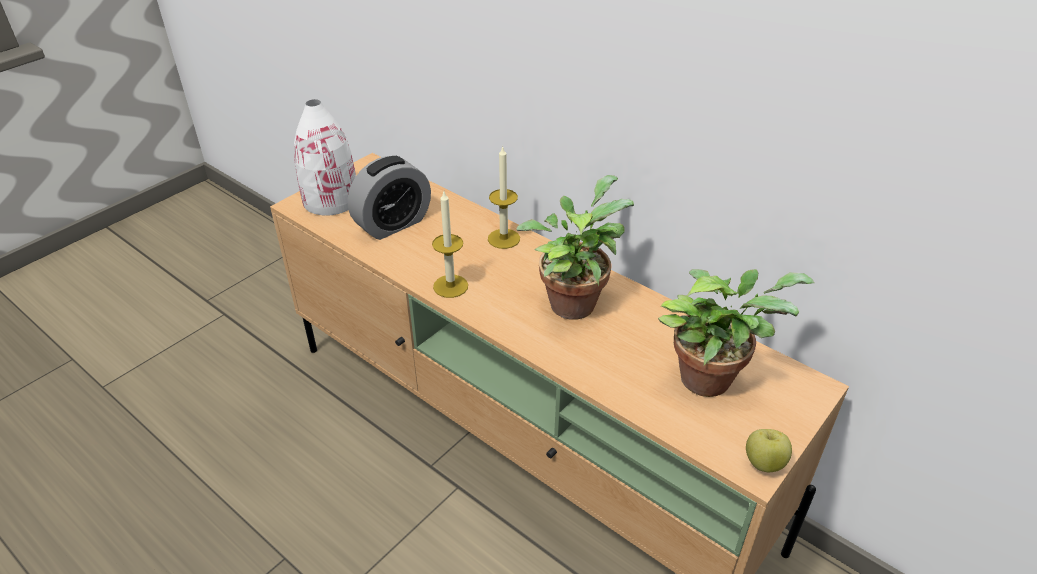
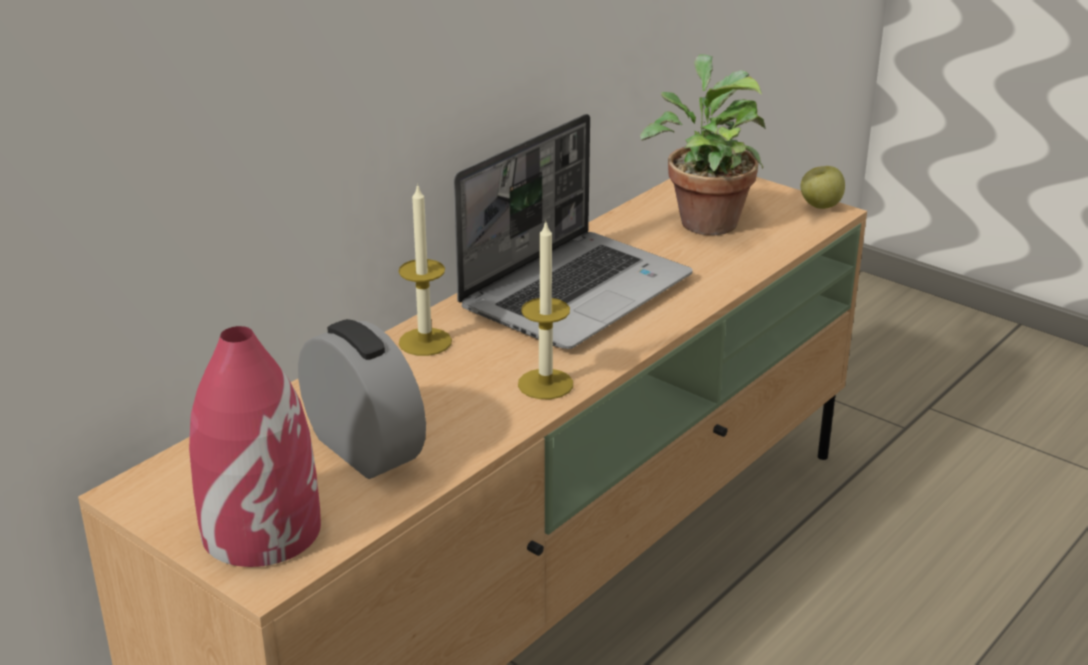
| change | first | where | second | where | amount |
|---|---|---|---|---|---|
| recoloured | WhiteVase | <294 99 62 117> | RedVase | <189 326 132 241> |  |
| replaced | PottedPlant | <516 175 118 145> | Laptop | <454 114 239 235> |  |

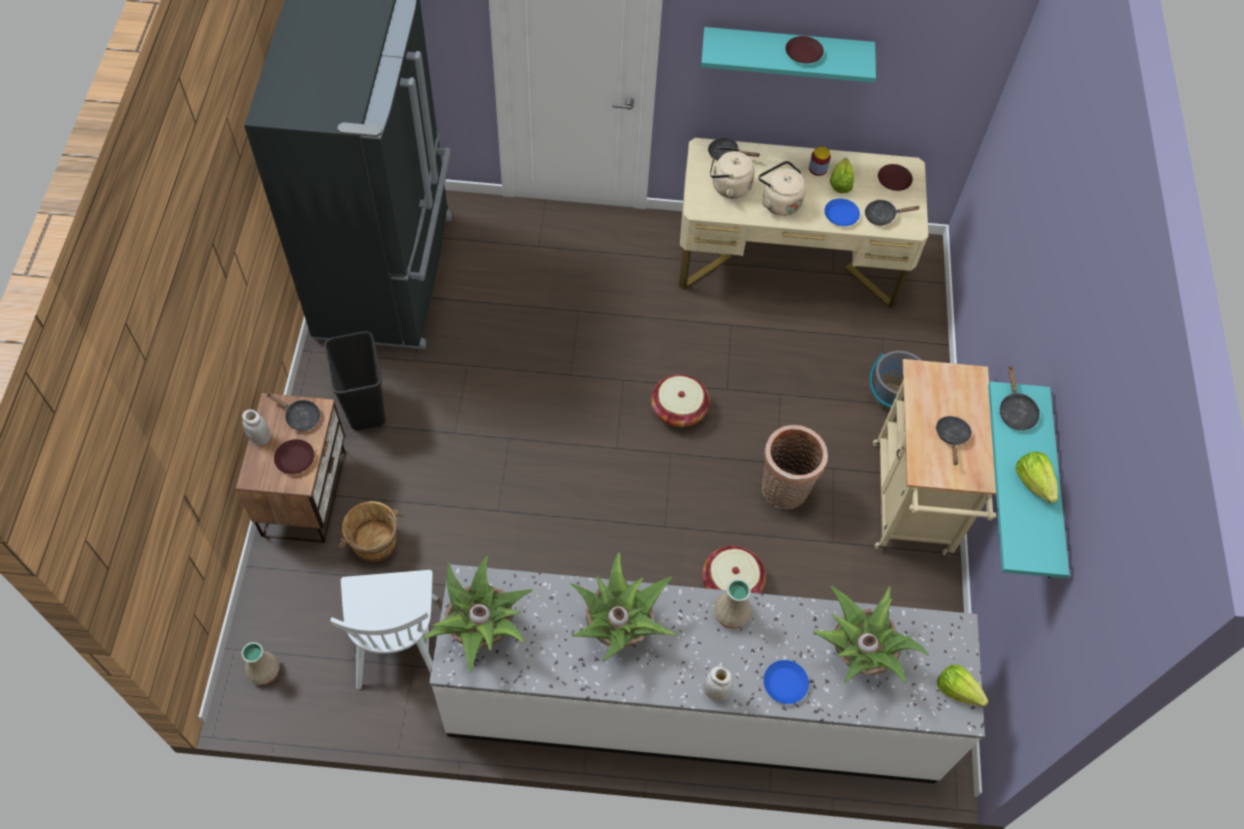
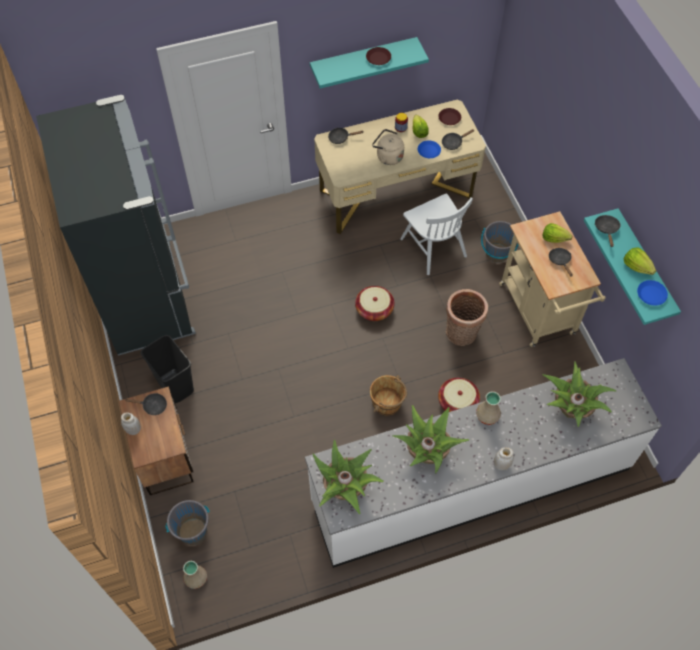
| change | first | where | second | where | amount |
|---|---|---|---|---|---|
| removed | BeigeKettle | <710 147 45 51> |  |  |  |
| turned | BlackFryingPan | <999 365 41 66> |  | <595 215 26 32> | 150 degrees counterclockwise |
| removed | BrownPlate | <274 439 40 35> |  |  |  |
| moved | BrownBucket | <338 501 65 61> |  | <370 375 37 40> |  |
| moved | WhiteChair | <330 570 108 119> |  | <400 194 73 81> |  |
| moved | BluePlate | <764 660 45 44> |  | <637 280 31 25> |  |
| moved | Lettuce | <937 665 51 42> |  | <543 223 30 20> |  |
| added |  |  | GreyBucket | <166 500 44 45> |  |

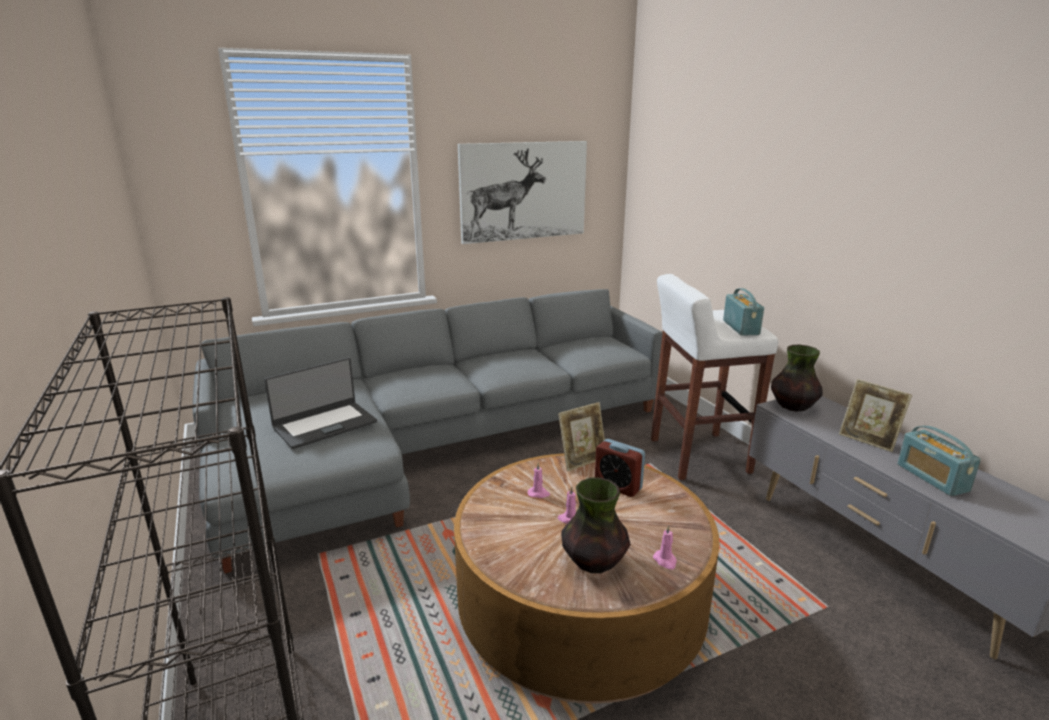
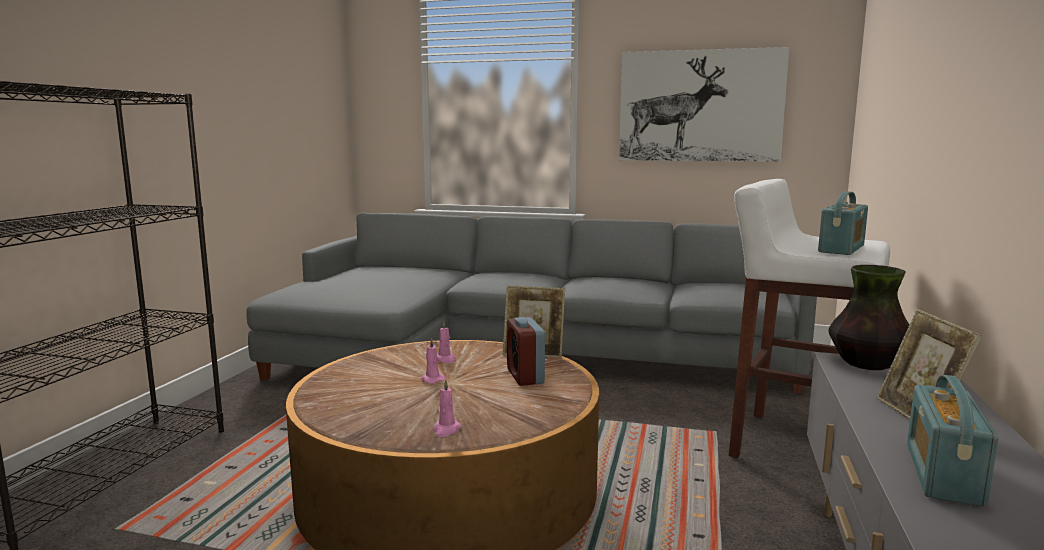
| change | first | where | second | where | amount |
|---|---|---|---|---|---|
| removed | Laptop | <264 358 113 91> |  |  |  |
| removed | Vase | <561 478 69 95> |  |  |  |

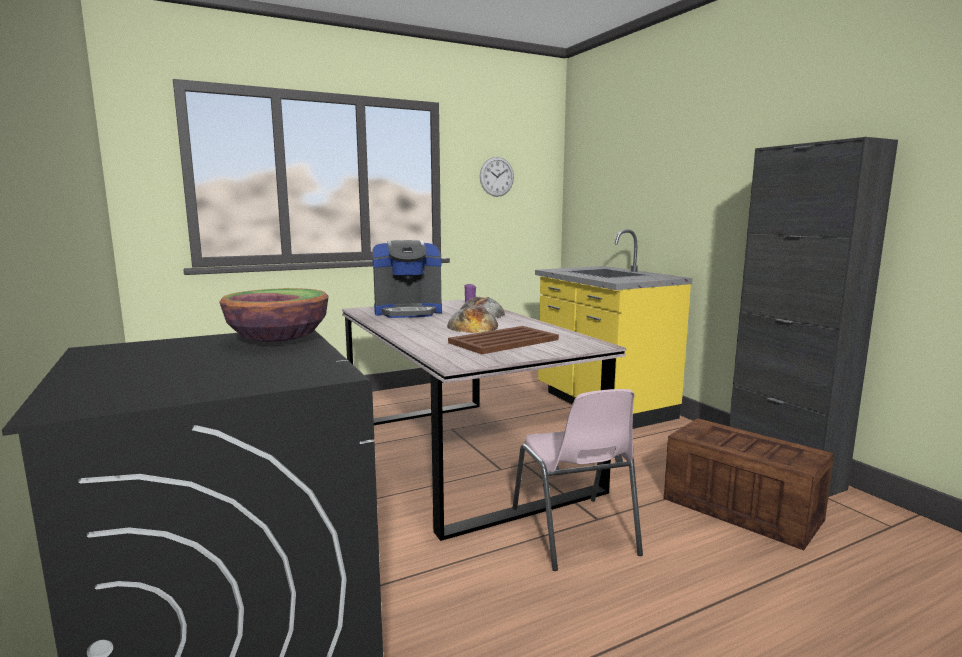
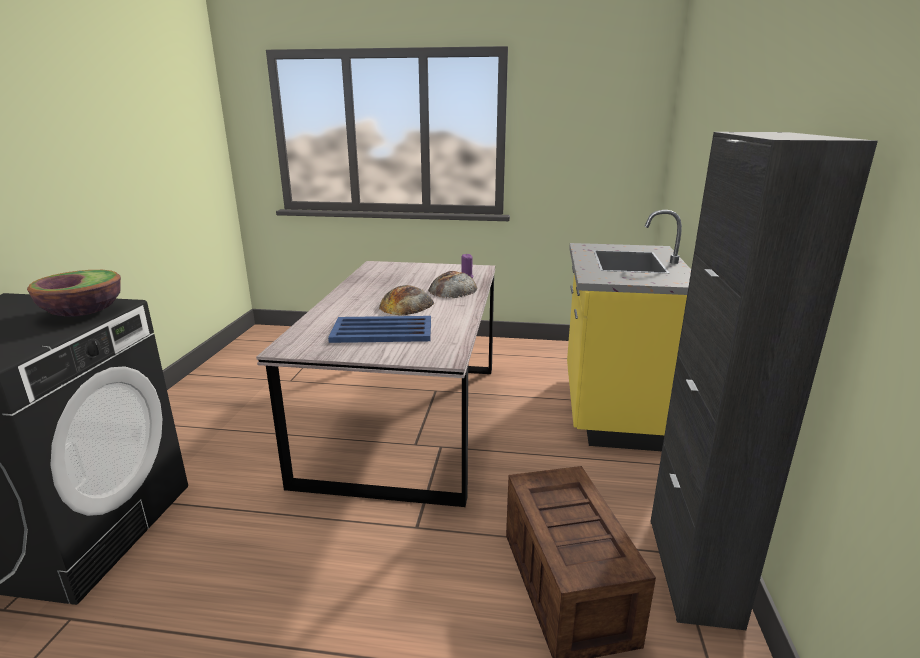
| change | first | where | second | where | amount |
|---|---|---|---|---|---|
| removed | WallClock | <480 157 34 40> |  |  |  |
| removed | CoffeeMachine | <372 240 70 78> |  |  |  |
| recoloured | BrownTray | <448 326 111 28> | BlueTray | <328 316 103 27> |  |
| removed | PinkChair | <512 389 131 182> |  |  |  |

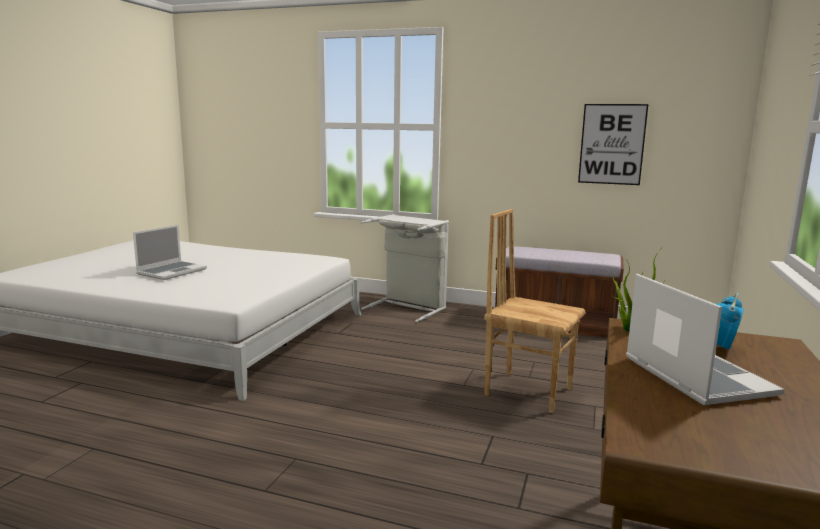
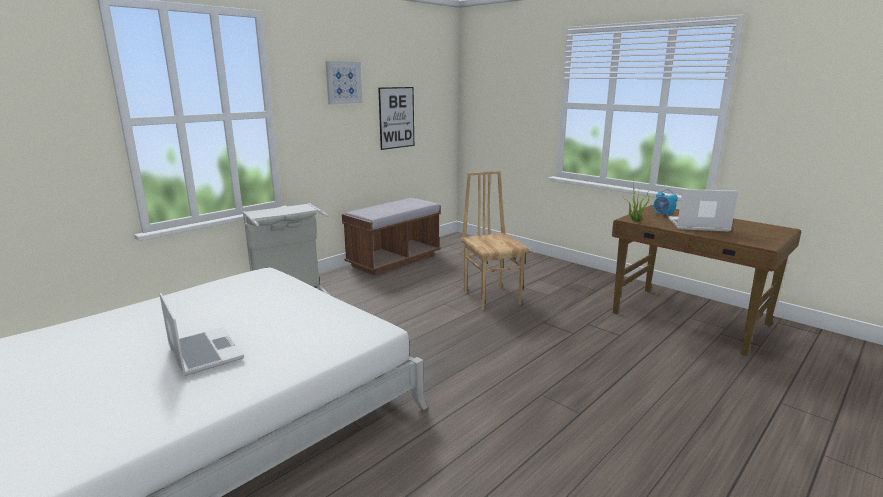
| change | first | where | second | where | amount |
|---|---|---|---|---|---|
| turned | BrownChair | <484 209 101 204> |  | <461 171 68 139> | 105 degrees clockwise |
| added |  |  | Picture | <326 61 37 43> |  |

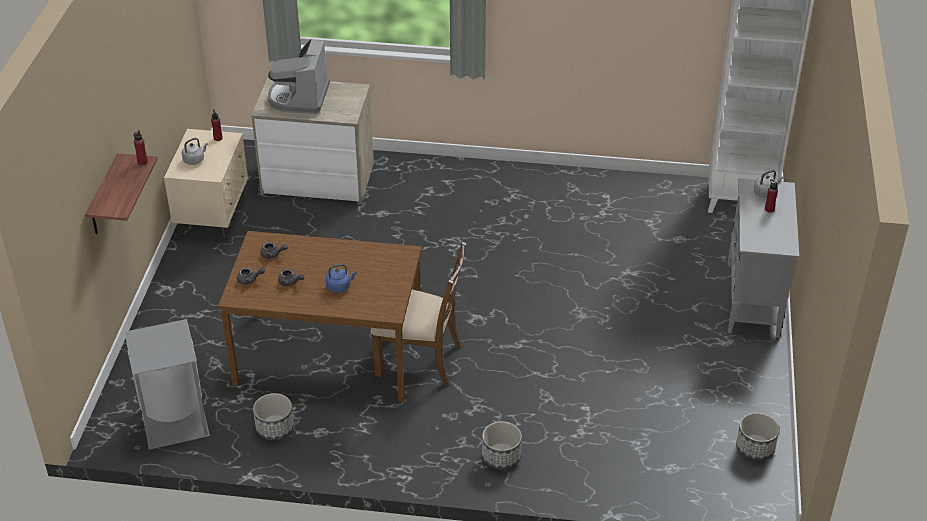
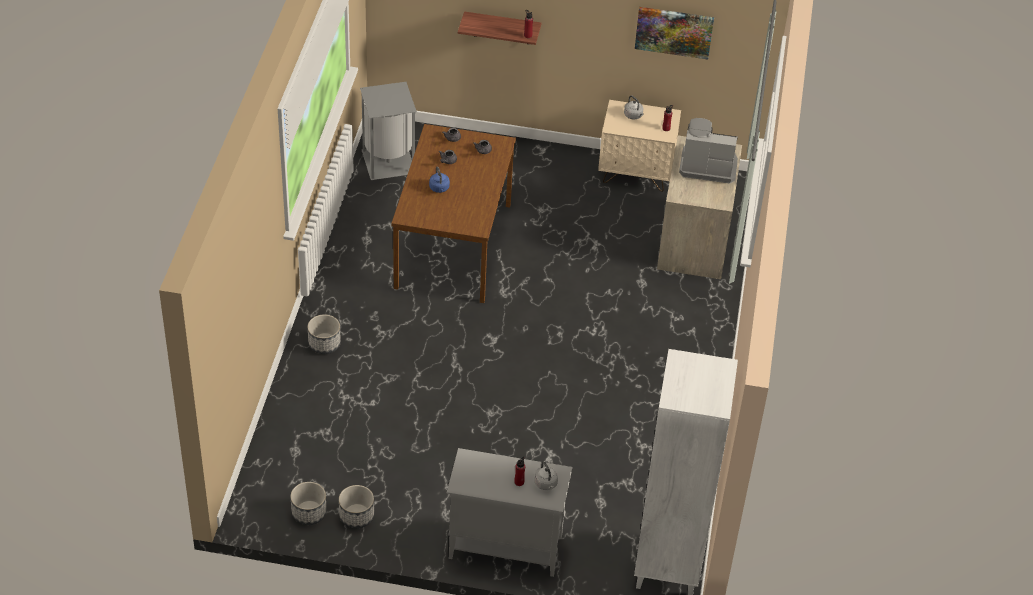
| change | first | where | second | where | amount |
|---|---|---|---|---|---|
| removed | BrownChair | <371 241 96 145> |  |  |  |
| moved | Planter | <253 393 41 48> |  | <339 485 35 43> |  |
| added |  |  | Picture | <635 7 79 53> |  |

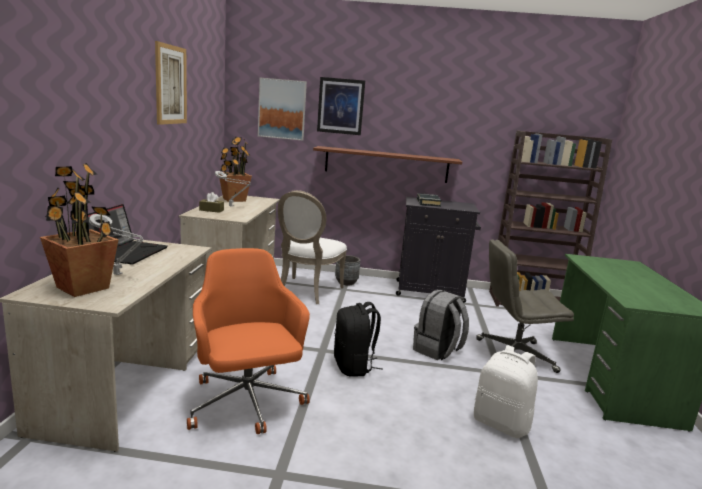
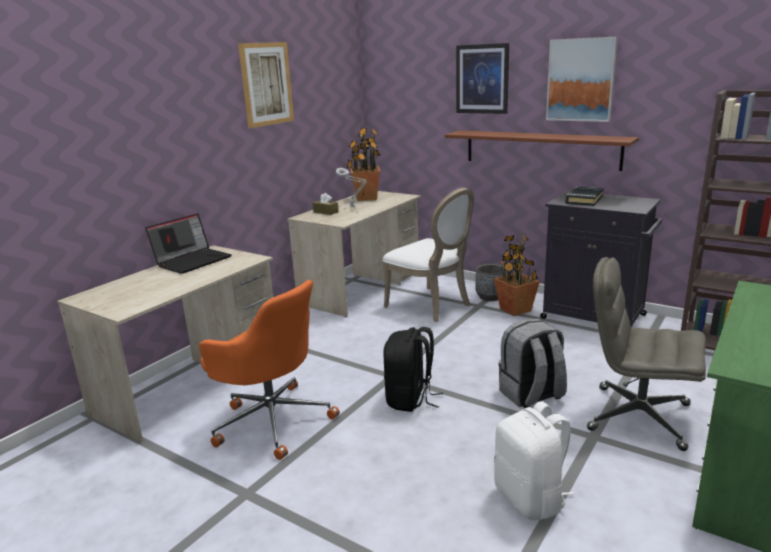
| change | first | where | second | where | amount |
|---|---|---|---|---|---|
| moved | Picture | <258 78 49 63> |  | <546 36 72 86> |  |
| moved | PottedPlant | <40 163 78 134> |  | <494 234 46 82> |  |
| turned | WhiteChair | <278 190 69 114> |  | <382 187 92 135> | 90 degrees counterclockwise |
| removed | GreyTableLamp | <89 214 55 61> |  |  |  |
| turned | OrangeOfficeChair | <187 248 123 186> |  | <199 280 141 180> | 120 degrees clockwise |

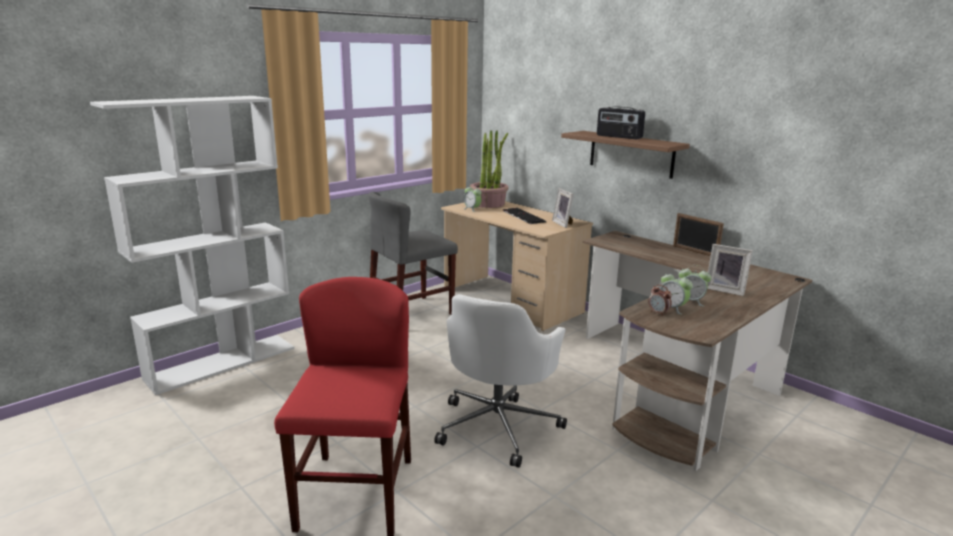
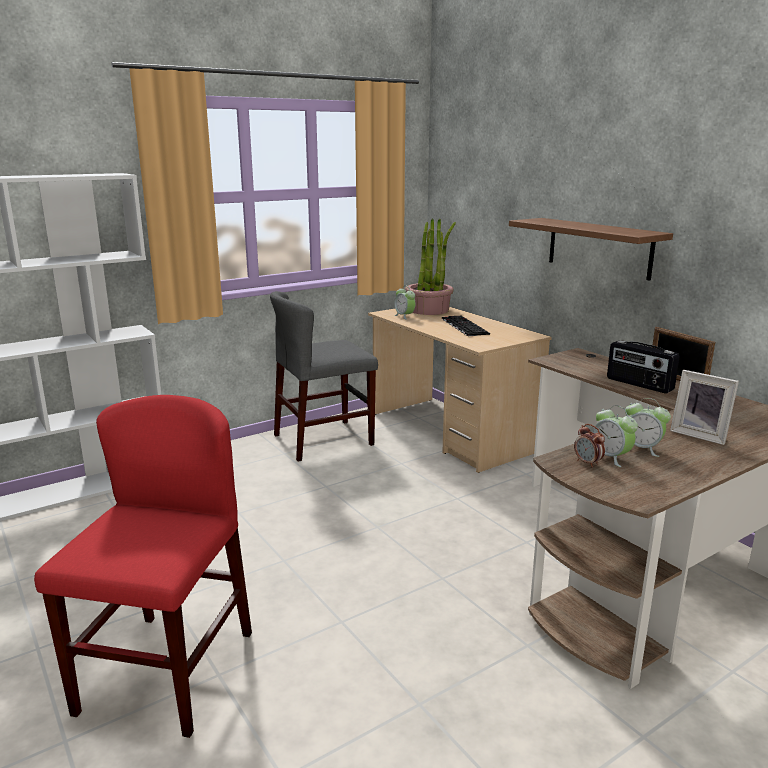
| change | first | where | second | where | amount |
|---|---|---|---|---|---|
| moved | Radio | <597 106 48 34> |  | <607 340 72 53> |  |
| removed | PictureFrame | <552 188 22 40> |  |  |  |
| removed | WhiteOfficeChair | <434 294 133 174> |  |  |  |

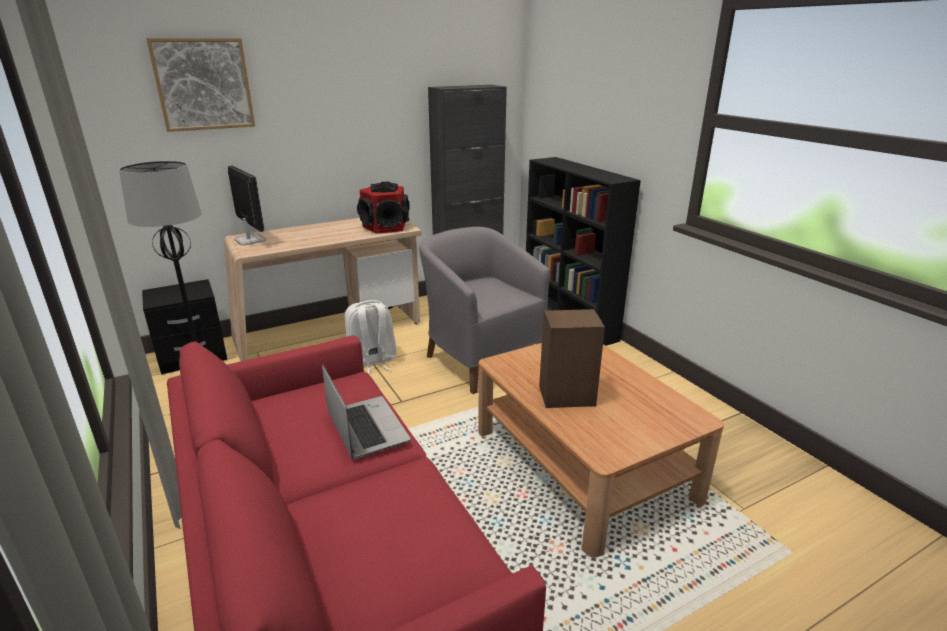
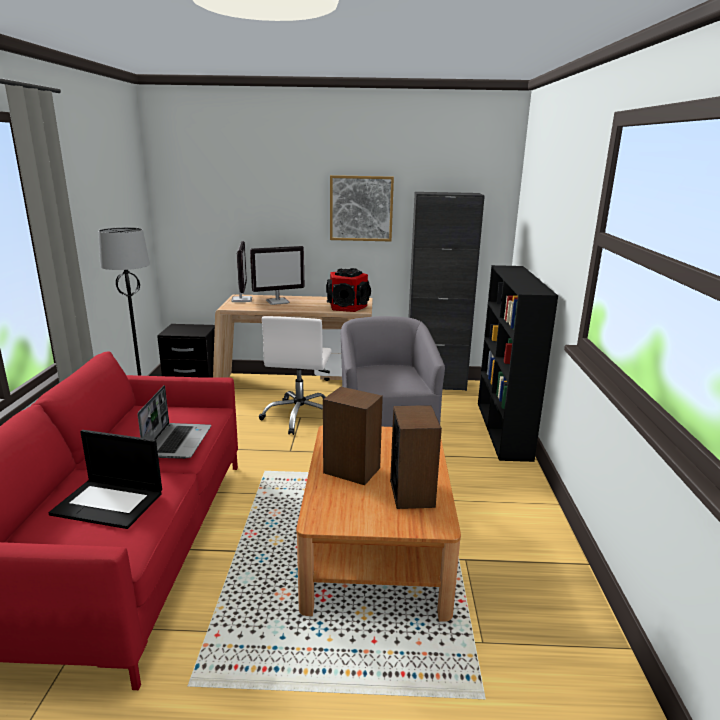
| change | first | where | second | where | amount |
|---|---|---|---|---|---|
| moved | Picture | <146 38 109 94> |  | <330 175 64 66> |  |
| replaced | WhiteBackpack | <345 300 52 74> | WhiteOfficeChair | <259 316 73 119> |  |
| added |  |  | Monitor | <250 246 54 59> |  |
| added |  |  | Speaker | <390 405 52 104> |  |
| added |  |  | Laptop | <48 430 114 99> |  |

